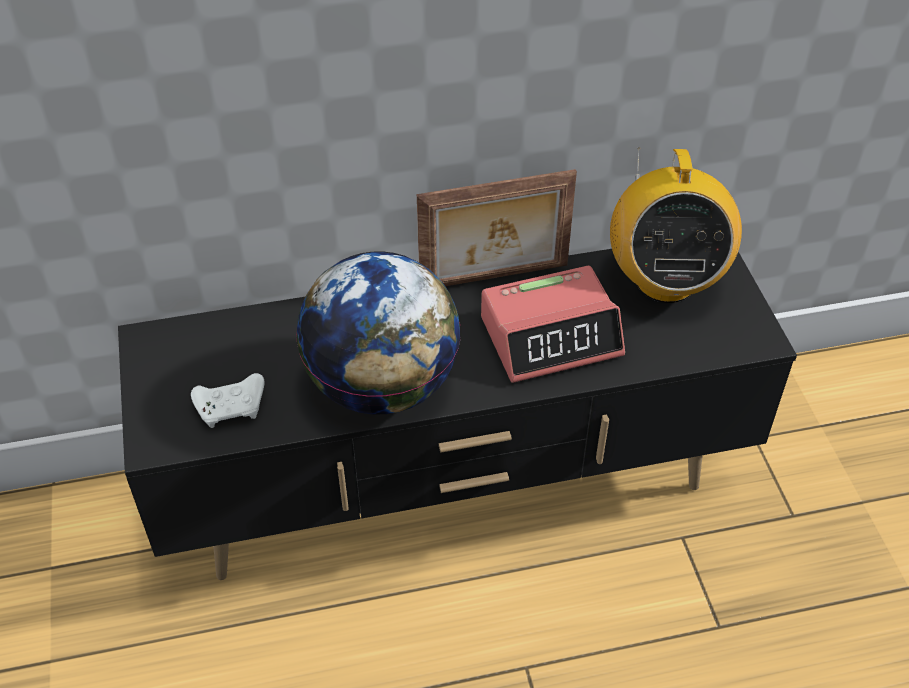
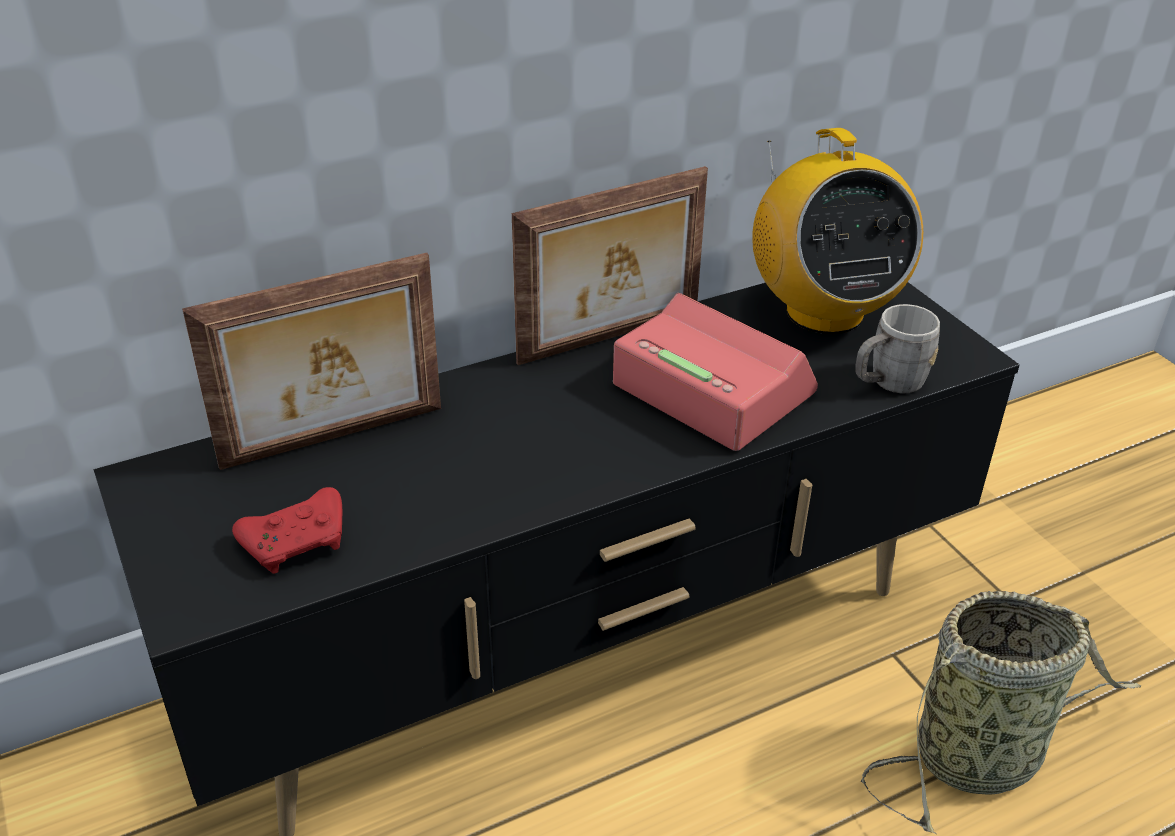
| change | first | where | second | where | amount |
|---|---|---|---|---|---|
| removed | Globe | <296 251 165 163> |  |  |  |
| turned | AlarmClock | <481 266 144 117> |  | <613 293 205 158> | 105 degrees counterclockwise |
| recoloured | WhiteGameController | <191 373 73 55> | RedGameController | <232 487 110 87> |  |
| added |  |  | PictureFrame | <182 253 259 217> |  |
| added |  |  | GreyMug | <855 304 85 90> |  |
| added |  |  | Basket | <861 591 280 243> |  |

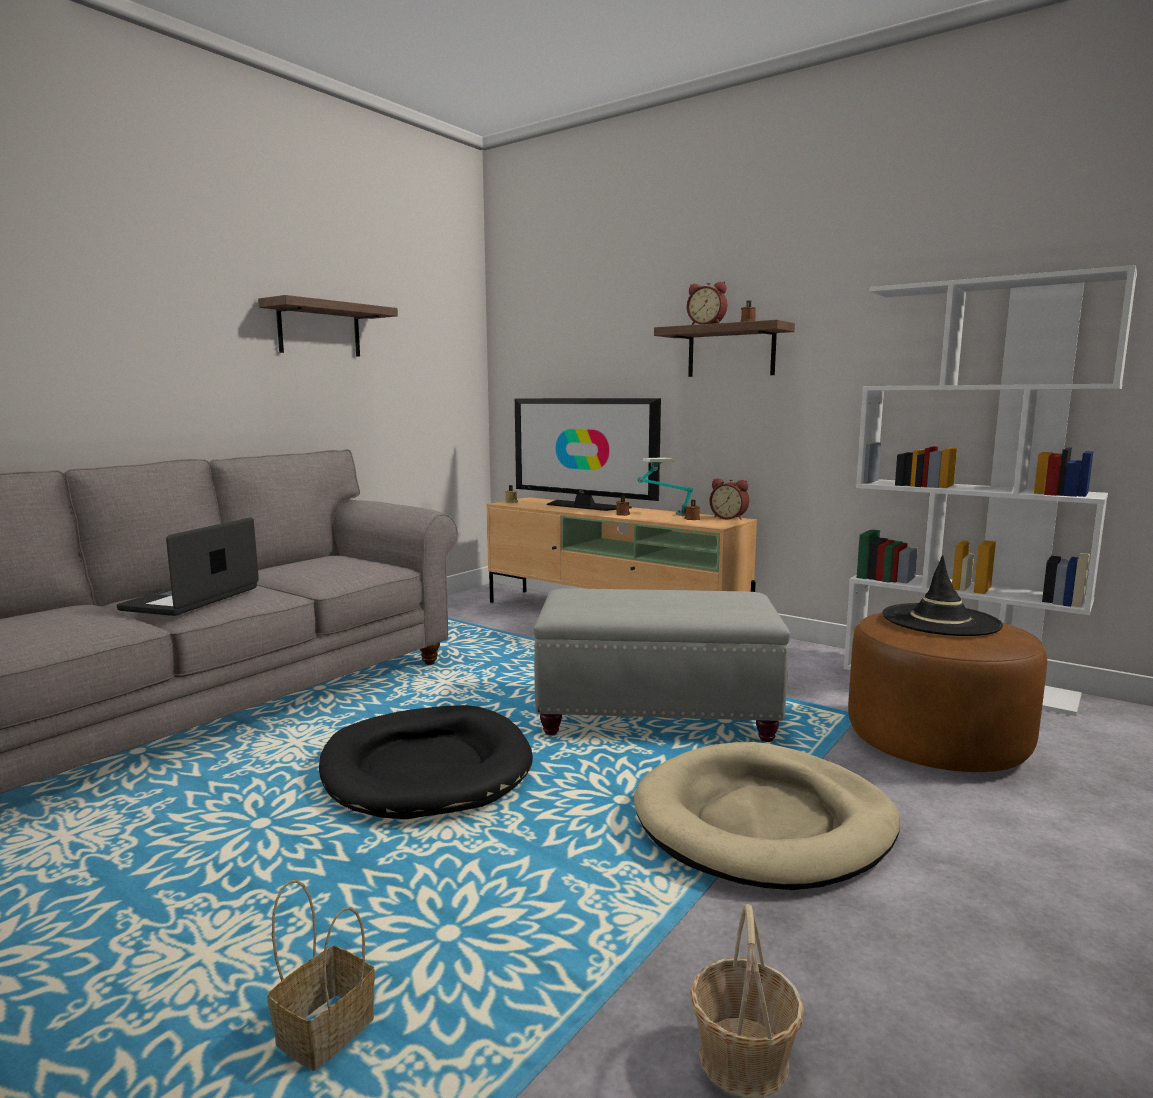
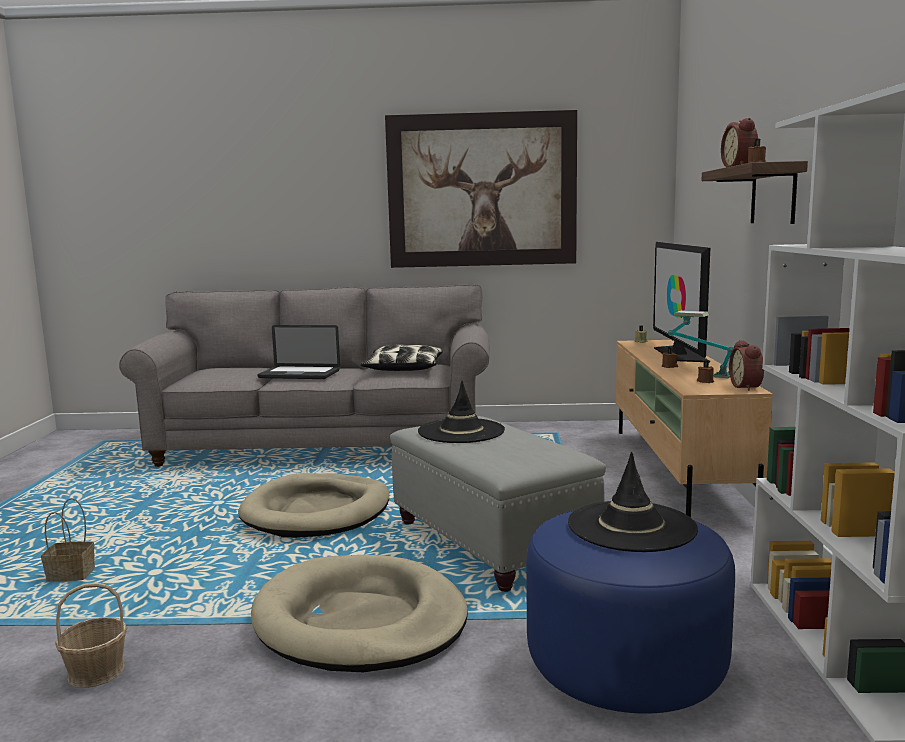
| change | first | where | second | where | amount |
|---|---|---|---|---|---|
| replaced | Shelf | <258 295 140 62> | Picture | <385 110 192 158> |  |
| turned | Laptop | <117 517 142 99> |  | <257 325 83 54> | 150 degrees counterclockwise |
| recoloured | BrownOttoman | <848 613 199 159> | BlueOttoman | <526 510 209 204> |  |
| recoloured | BlackDogBed | <319 705 214 114> | BeigeDogBed | <238 473 151 65> |  |
| added |  |  | Pillow | <361 345 82 26> |  |
| added |  |  | BlackHat | <418 380 87 63> |  |

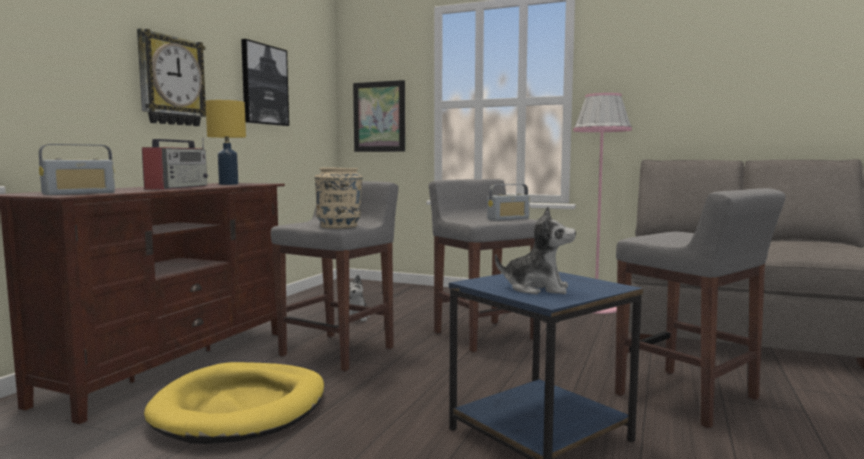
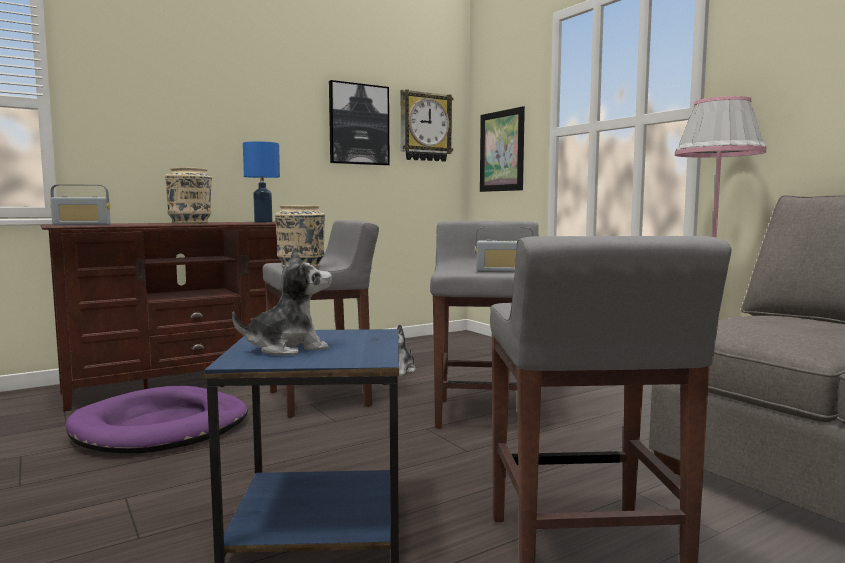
| change | first | where | second | where | amount |
|---|---|---|---|---|---|
| moved | WallClock | <137 29 69 97> |  | <401 89 53 73> |  |
| recoloured | YellowTableLamp | <205 100 41 85> | BlueTableLamp | <243 141 37 81> |  |
| replaced | Radio | <142 138 67 52> | BeigeVase | <165 167 47 57> |  |
| turned | PlushToy | <495 207 81 88> |  | <232 247 100 108> | 75 degrees counterclockwise |
| recoloured | YellowDogBed | <144 362 180 82> | PurpleDogBed | <65 386 183 67> |  |

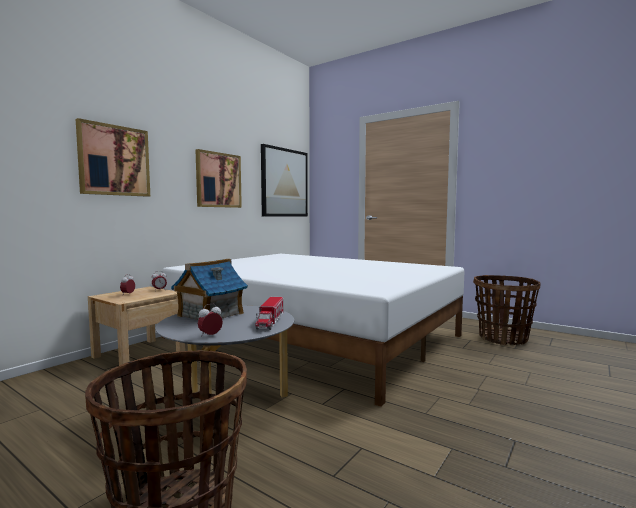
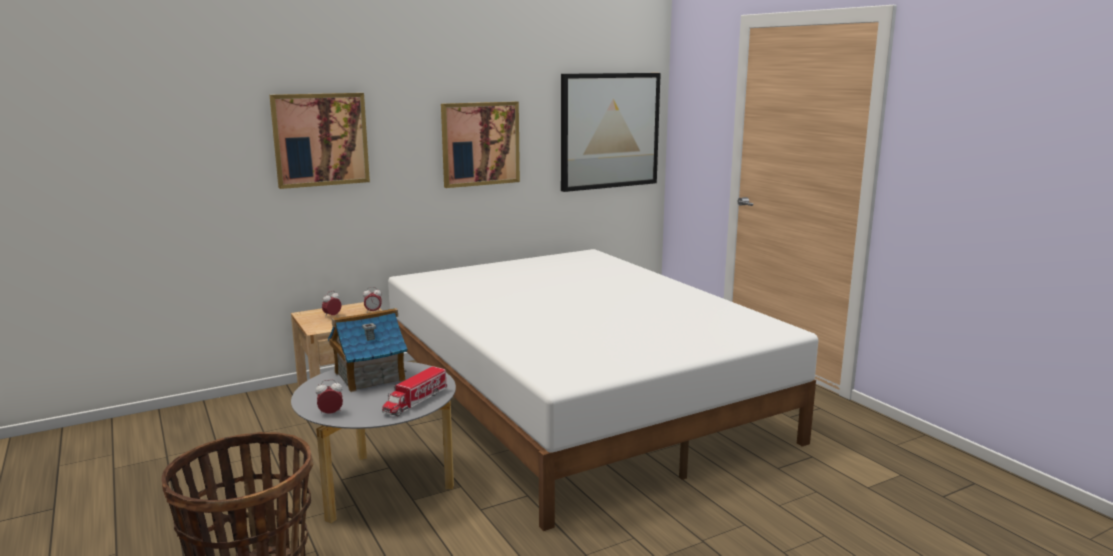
| change | first | where | second | where | amount |
|---|---|---|---|---|---|
| removed | Basket | <473 275 67 70> |  |  |  |

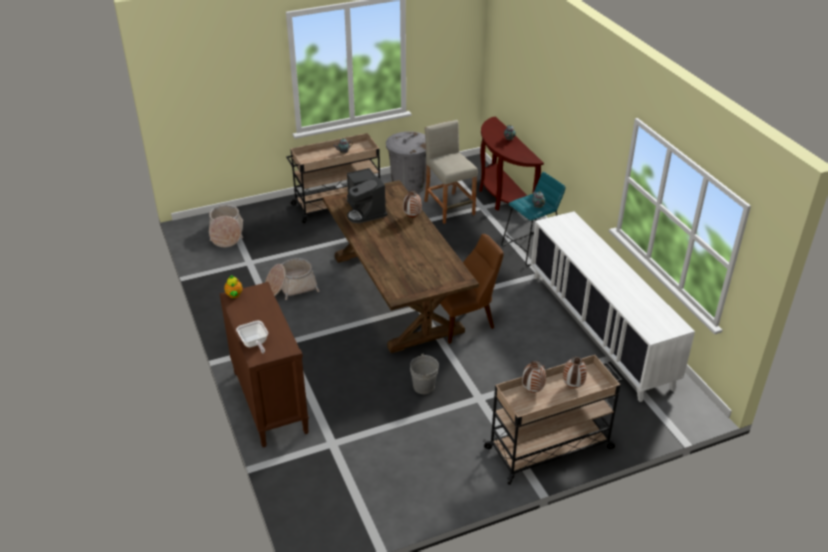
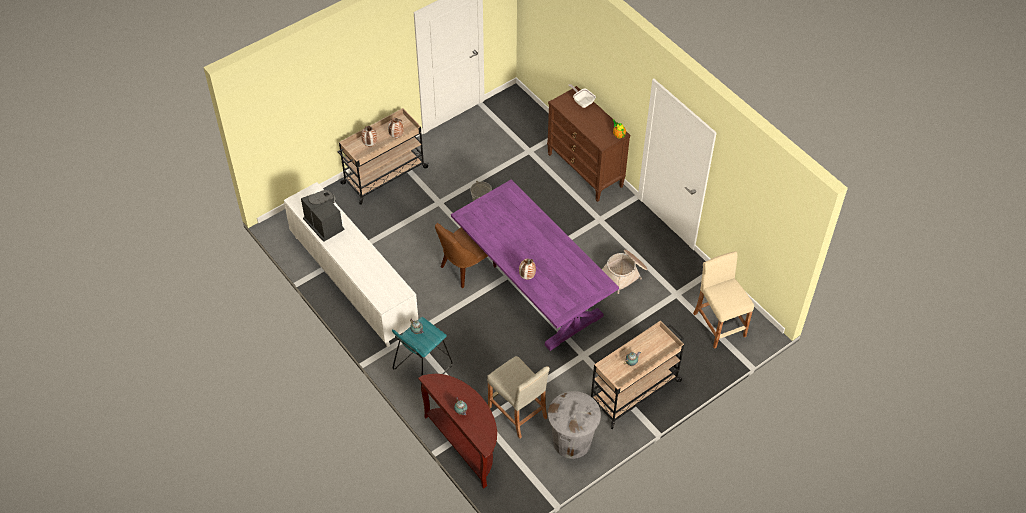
| change | first | where | second | where | amount |
|---|---|---|---|---|---|
| moved | CoffeeMachine | <347 168 41 55> |  | <301 190 43 52> |  |
| recoloured | BrownDiningTable | <322 180 157 173> | PurpleDiningTable | <451 179 168 172> |  |
| replaced | Basket | <209 205 34 42> | BeigeStool | <693 251 61 98> |  |

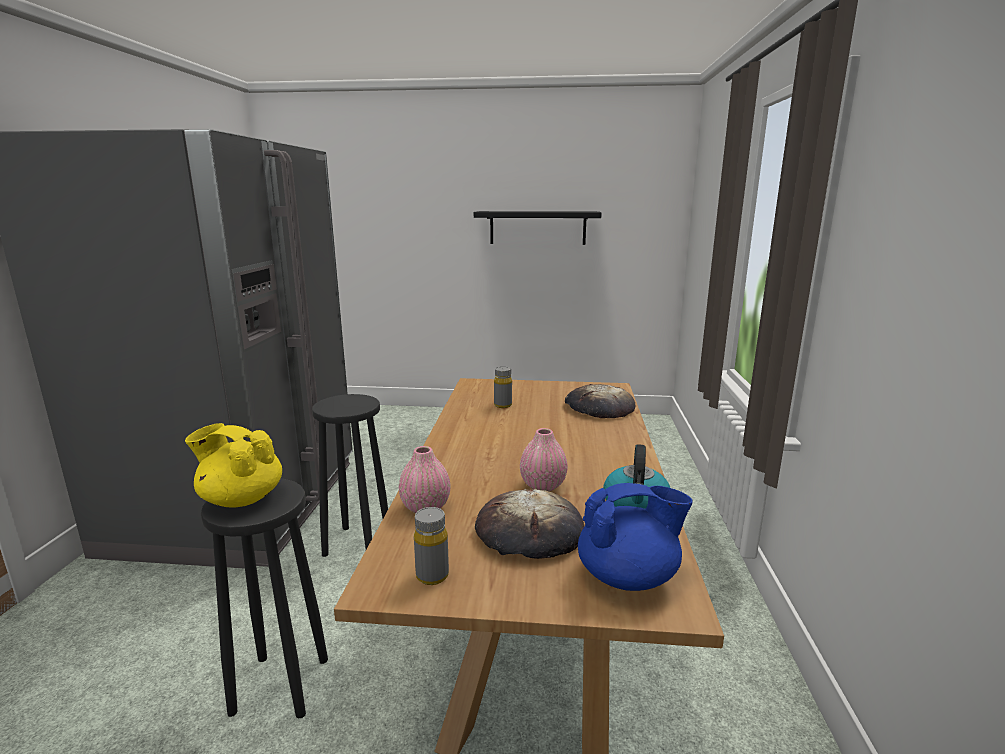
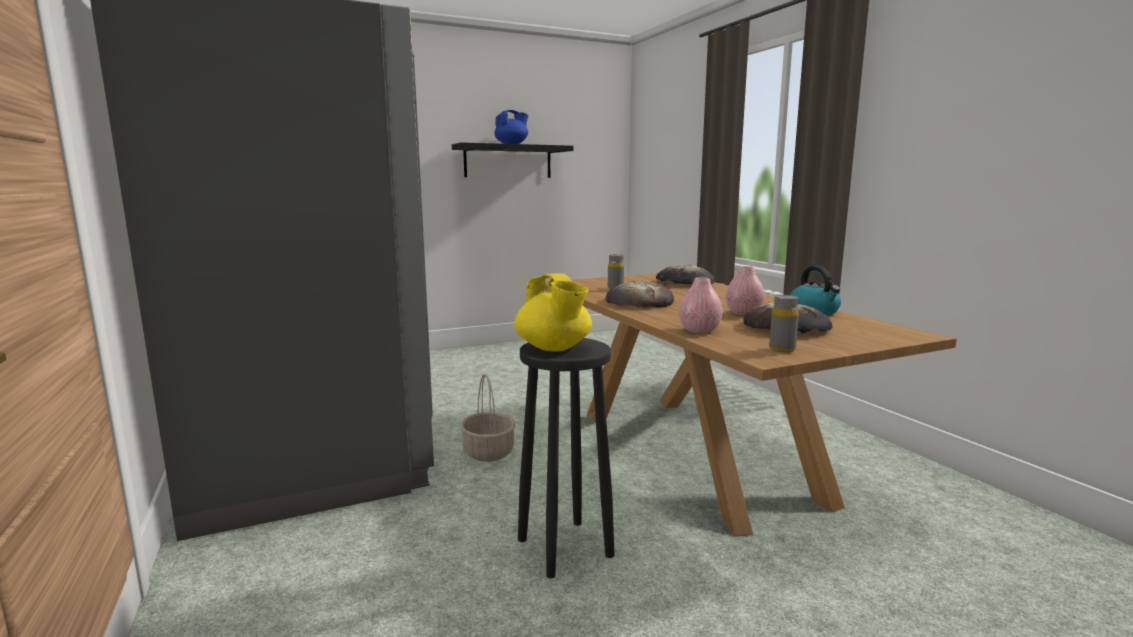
| change | first | where | second | where | amount |
|---|---|---|---|---|---|
| replaced | BlackStool | <312 394 76 163> | Basket | <460 374 55 88> |  |
| turned | YellowTeapot | <185 423 97 85> |  | <514 273 78 78> | 105 degrees counterclockwise |
| moved | BlueTeapot | <578 483 114 108> |  | <494 110 34 34> |  |
| added |  |  | Bread | <605 281 69 27> |  |

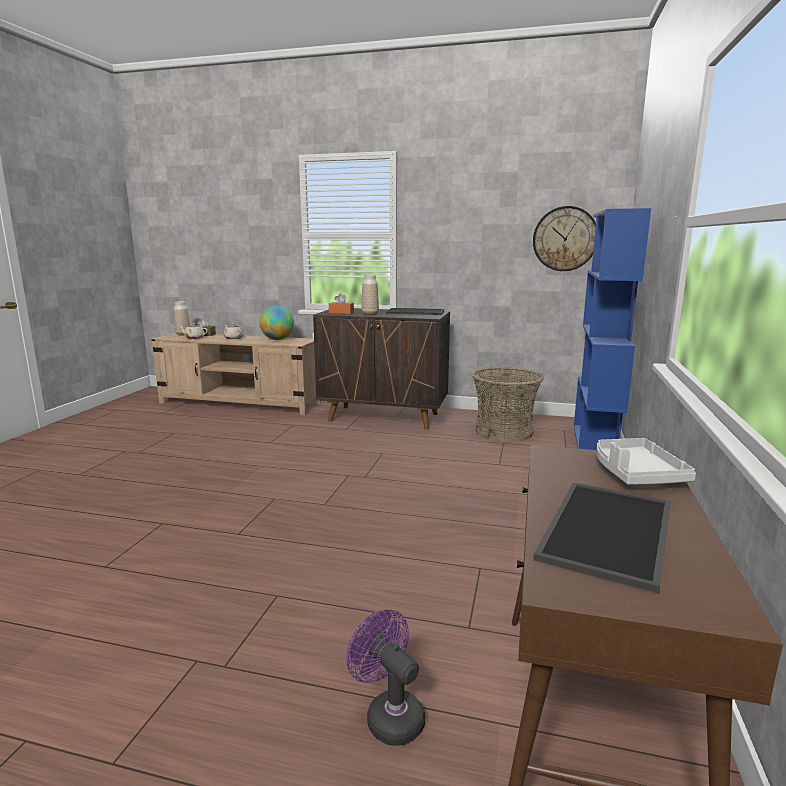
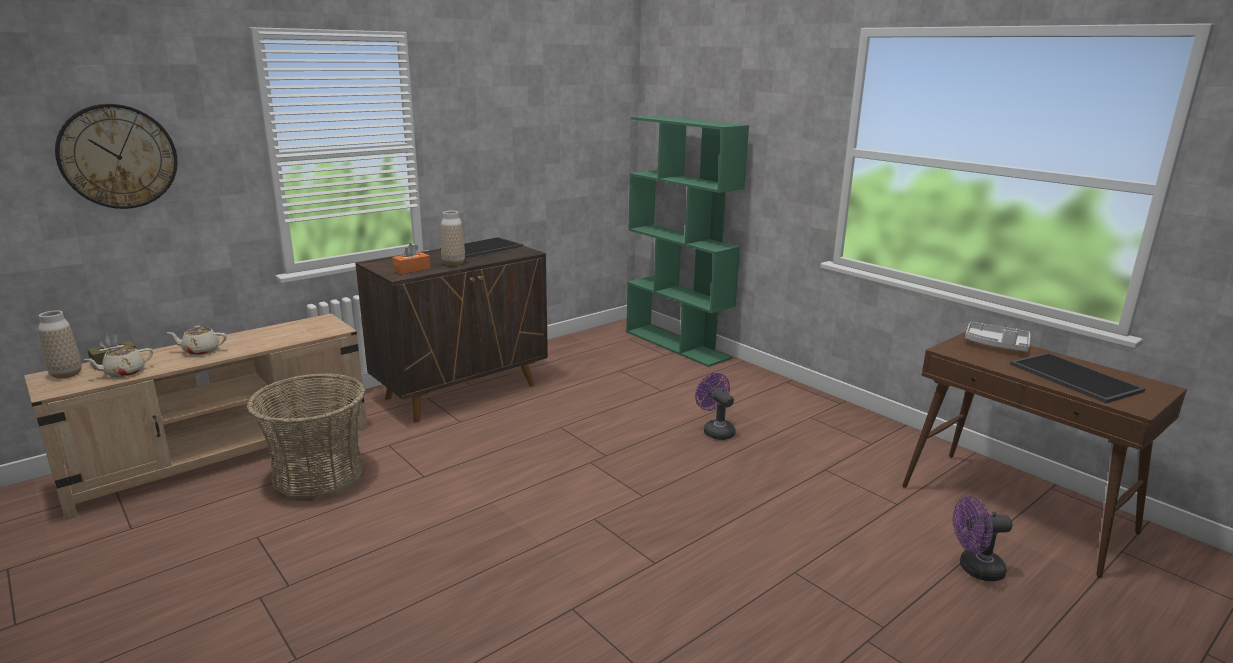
| change | first | where | second | where | amount |
|---|---|---|---|---|---|
| moved | WallClock | <533 206 63 65> |  | <55 104 122 105> |  |
| recoloured | BlueBookcase | <574 208 77 242> | GreenBookcase | <626 116 123 251> |  |
| removed | Globe | <260 306 34 34> |  |  |  |
| moved | Basket | <471 367 73 75> |  | <246 373 120 128> |  |
| added |  |  | PurpleFan | <695 373 41 67> |  |

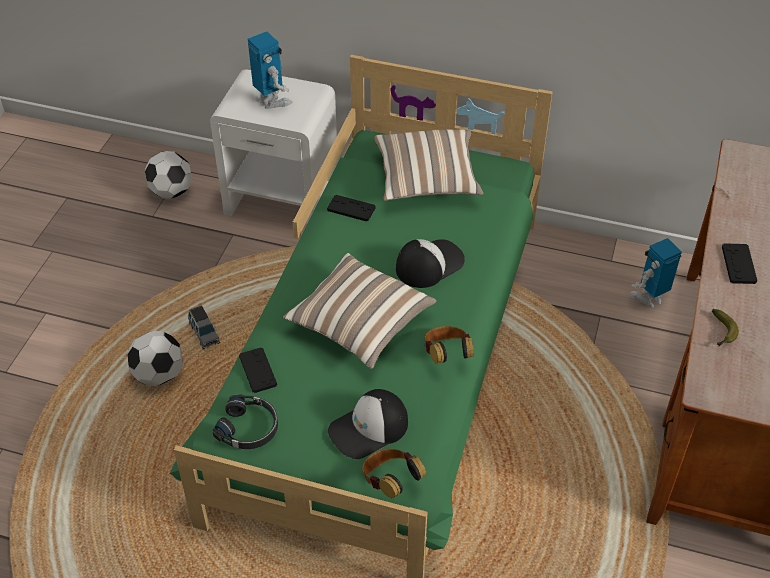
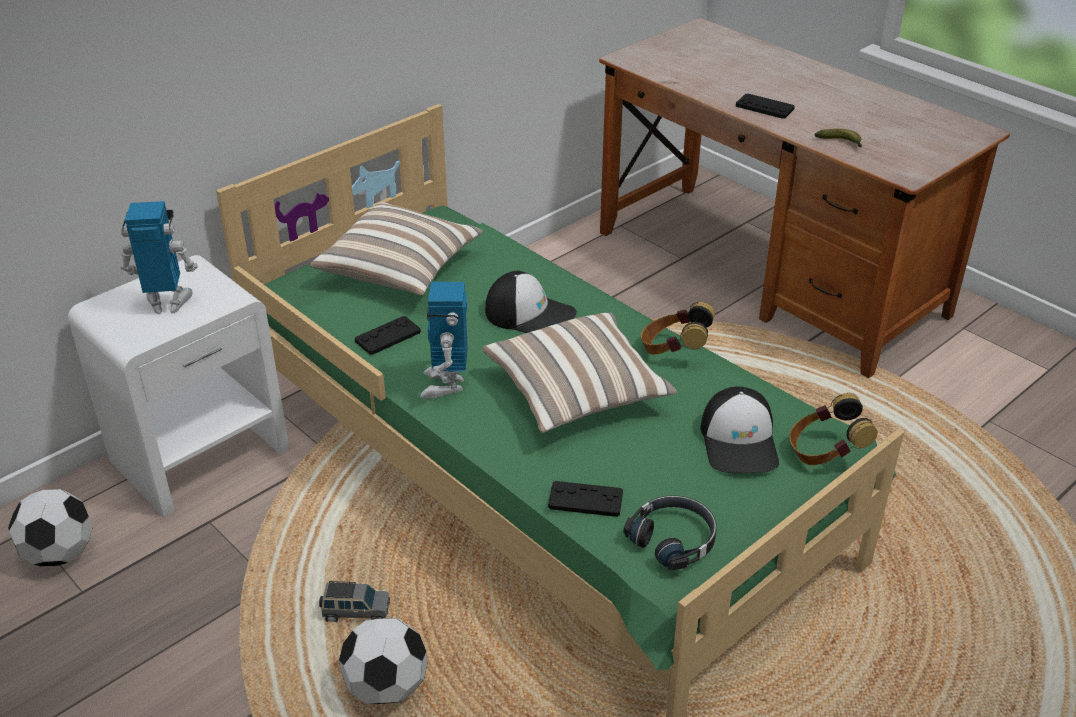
| change | first | where | second | where | amount |
|---|---|---|---|---|---|
| moved | ToyRobot | <629 238 53 70> |  | <420 282 48 116> |  |
| turned | Cap | <396 239 69 49> |  | <485 271 92 62> | 120 degrees clockwise |

